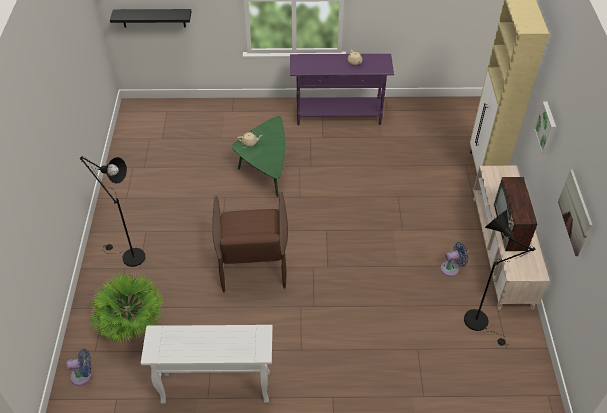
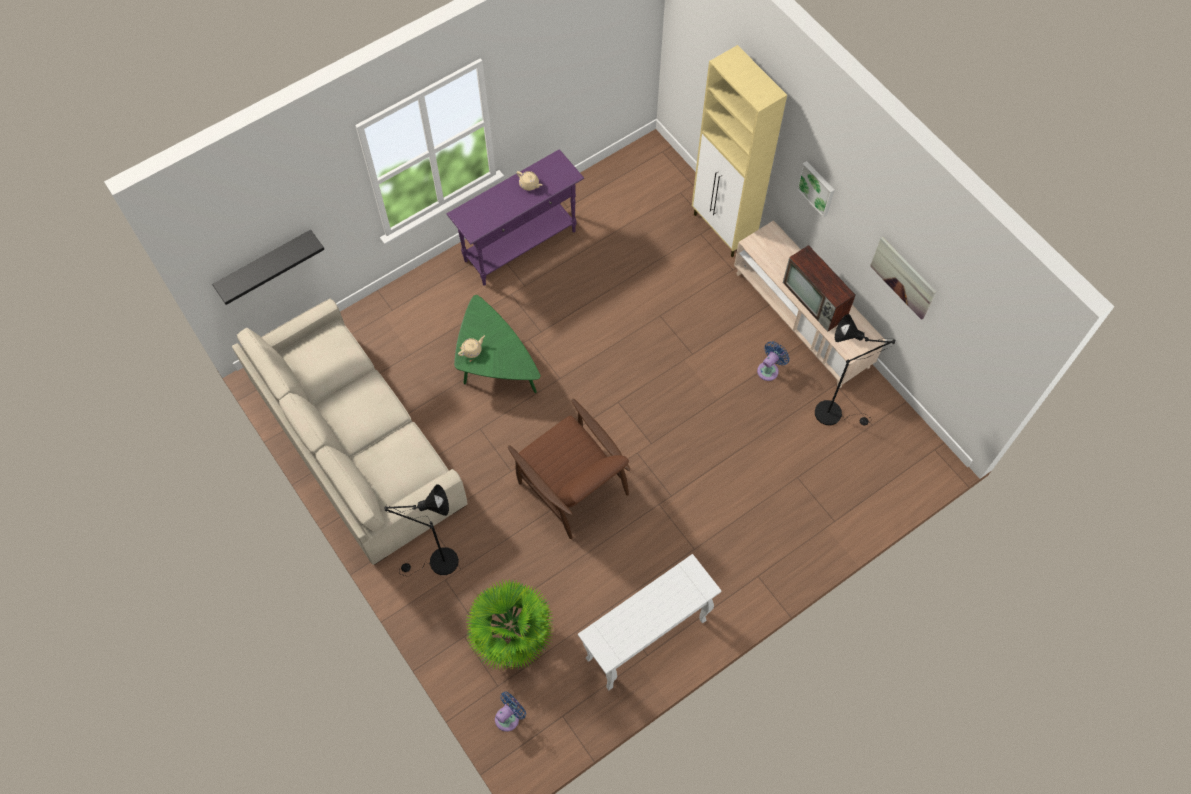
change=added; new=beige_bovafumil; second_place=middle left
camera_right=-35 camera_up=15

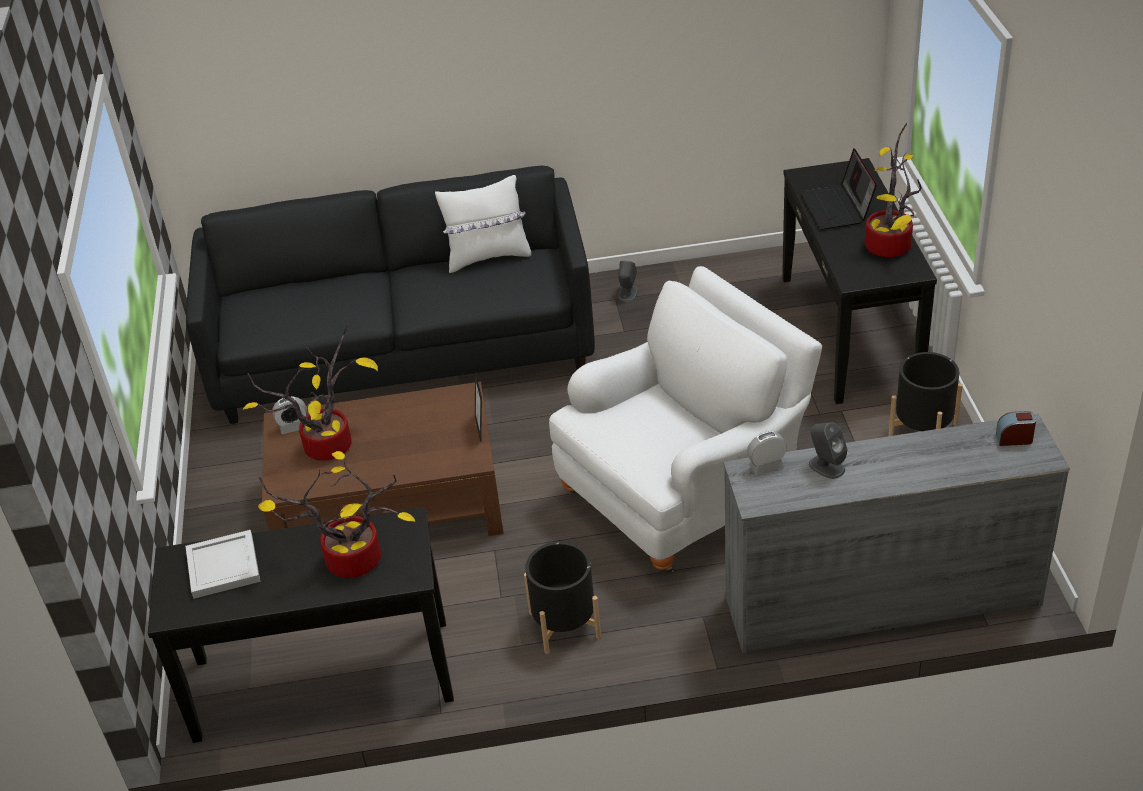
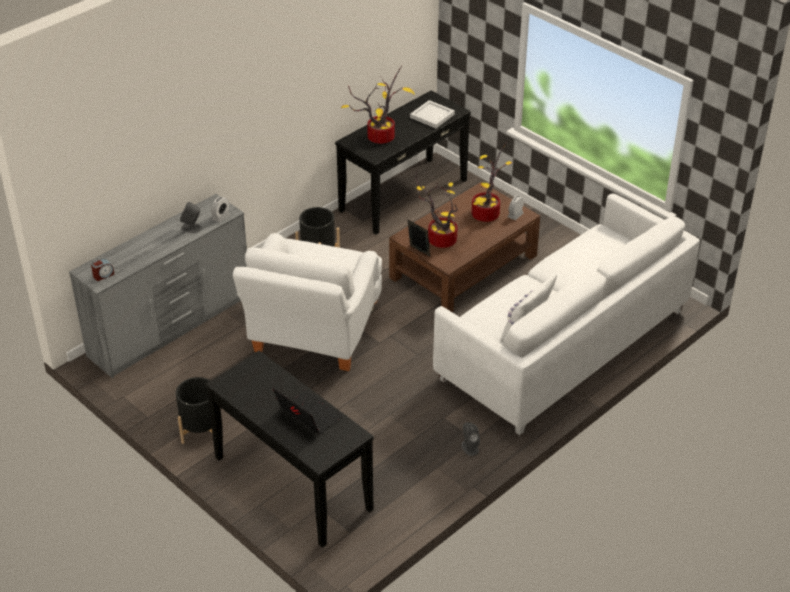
change=moved; old=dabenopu (3rd from left in the first image); new=dabenopu (2nd from left); first_place=top right; second_place=centre
change=recoloured; old=black_bovafumil; new=white_bovafumil; first_place=centre; second_place=middle right
camera_right=140 camera_up=0

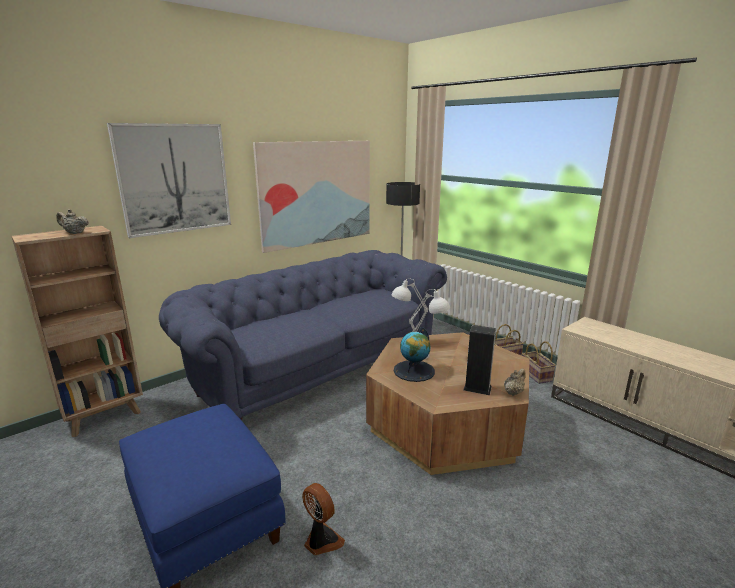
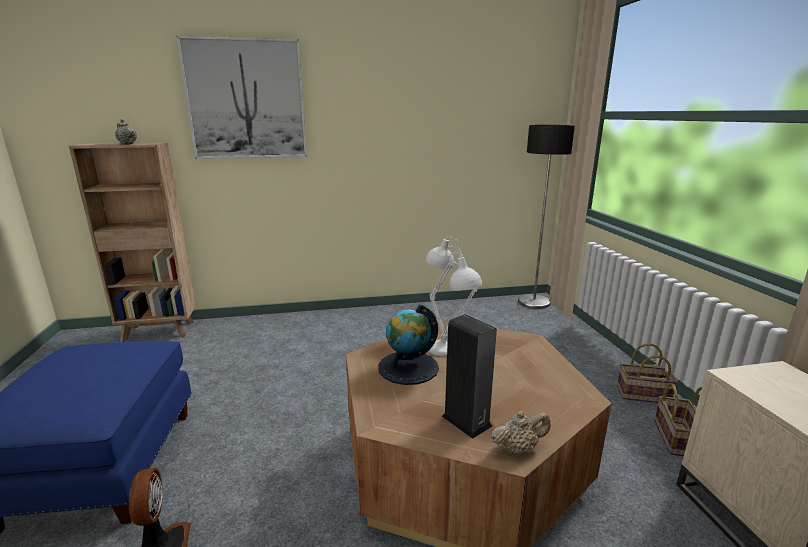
change=removed; old=blue_bovafumil; first_place=centre
change=removed; old=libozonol (2nd from left); first_place=centre
camera_right=30 camera_up=0

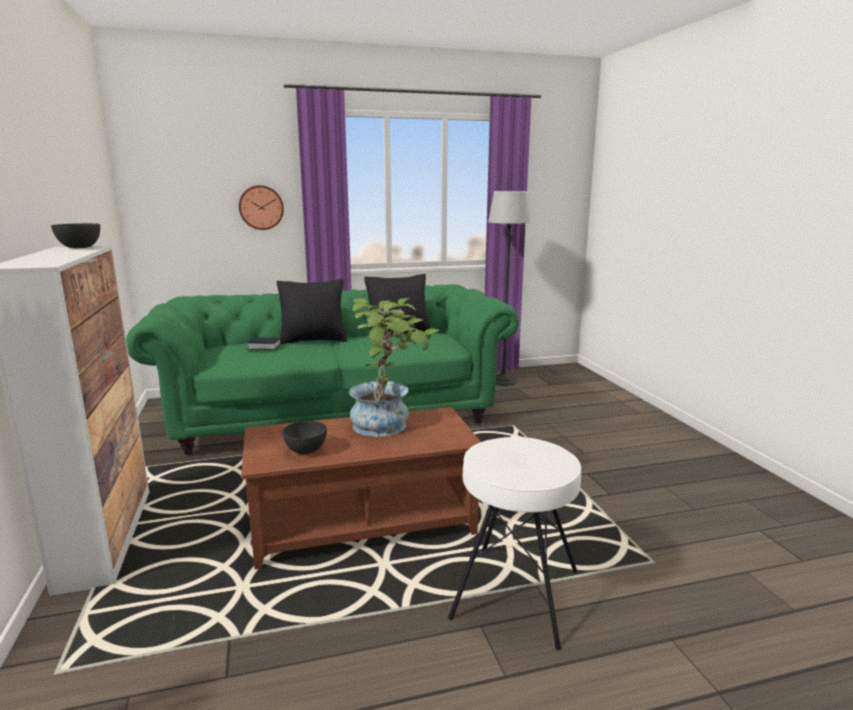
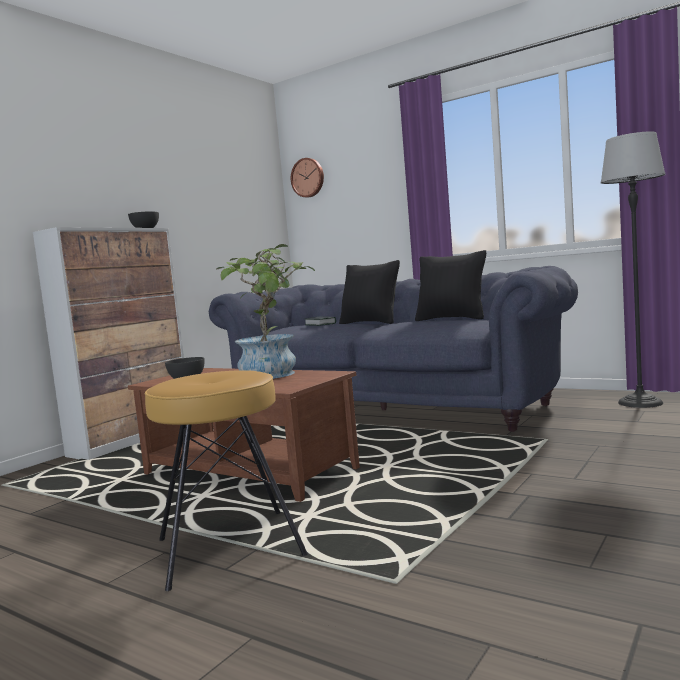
change=moved; old=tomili; first_place=top left; second_place=top centre
change=recoloured; old=green_bovafumil; new=blue_bovafumil; first_place=centre; second_place=centre
change=recoloured; old=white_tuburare; new=brown_tuburare; first_place=bottom centre; second_place=bottom left
camera_right=50 camera_up=-10

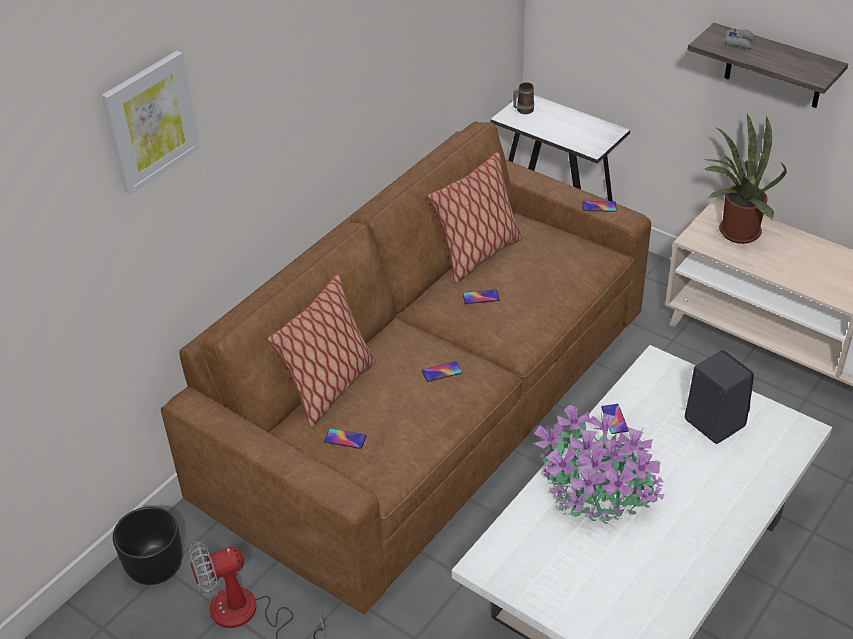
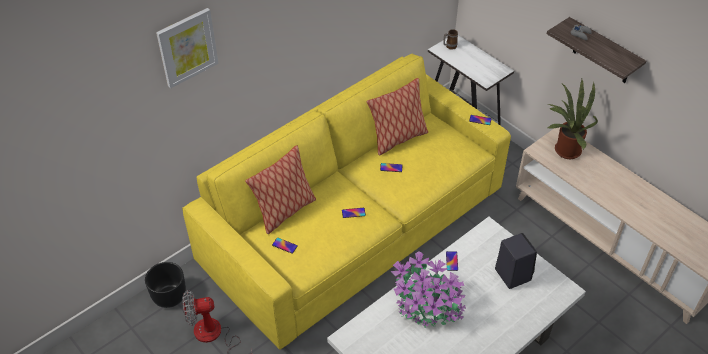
change=recoloured; old=brown_bovafumil; new=yellow_bovafumil; first_place=centre; second_place=centre
camera_right=10 camera_up=5

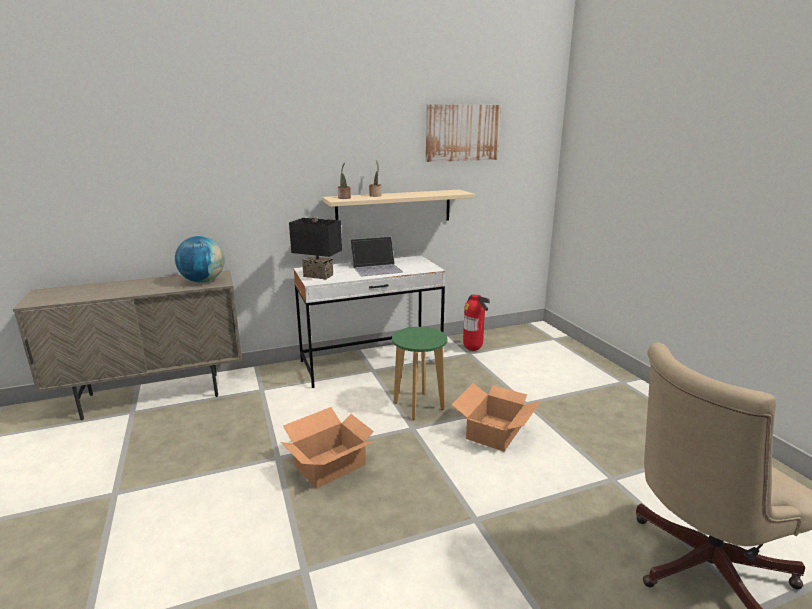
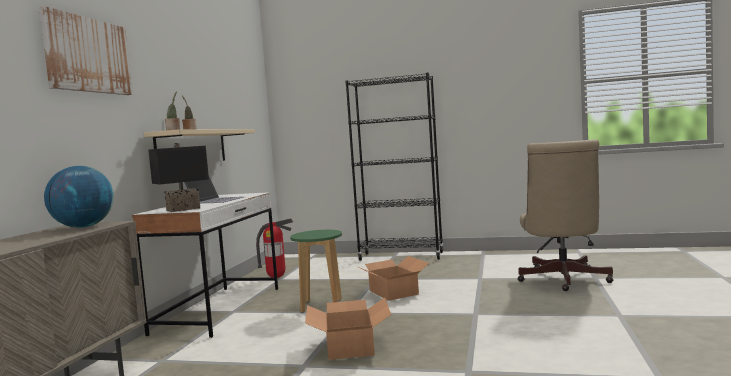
change=added; new=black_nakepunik; second_place=centre
change=moved; old=libozonol; first_place=top centre; second_place=top left
camera_right=-55 camera_up=-15

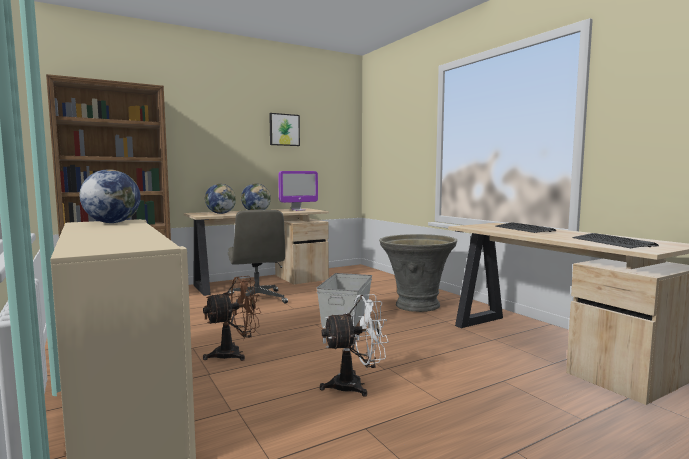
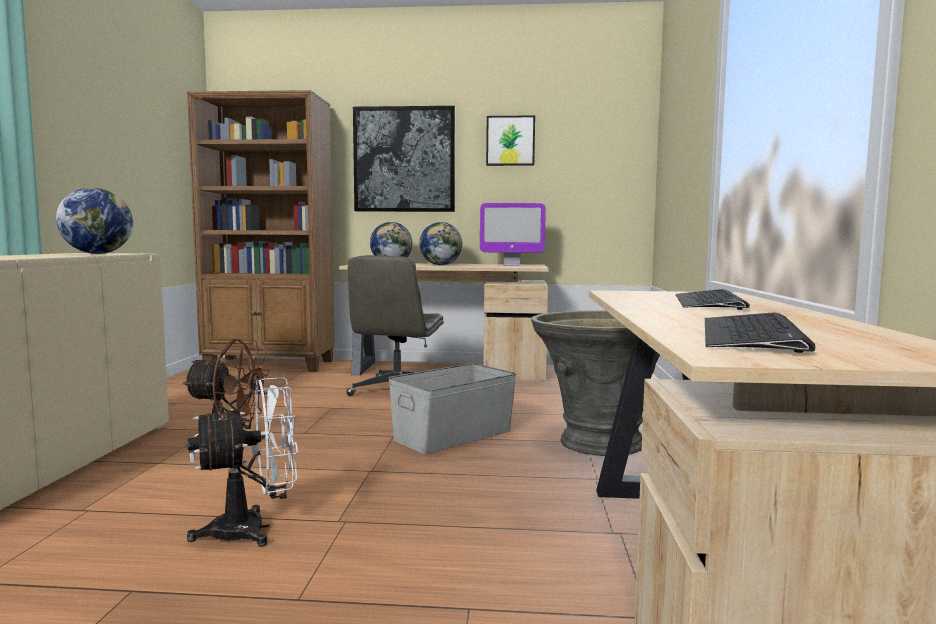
change=added; new=libozonol (1st from left); second_place=top centre
change=turned; old=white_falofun; first_place=bottom centre; second_place=bottom left; degrees=-45
camera_right=35 camera_up=0

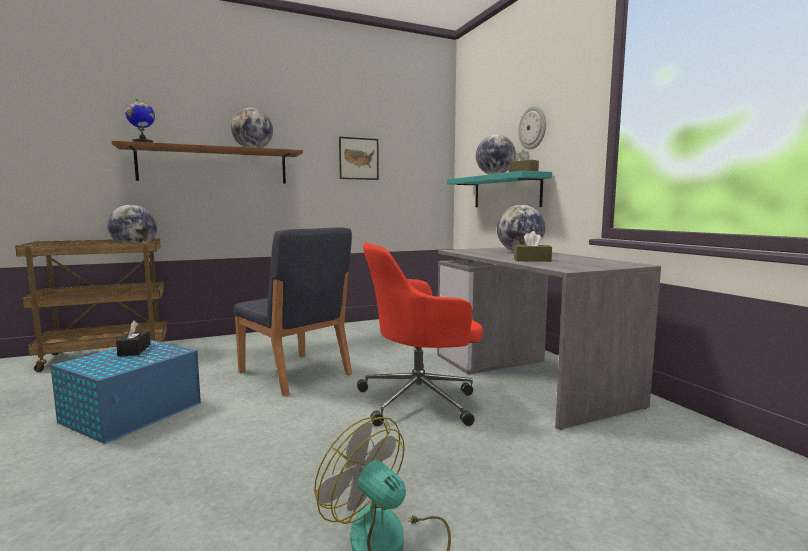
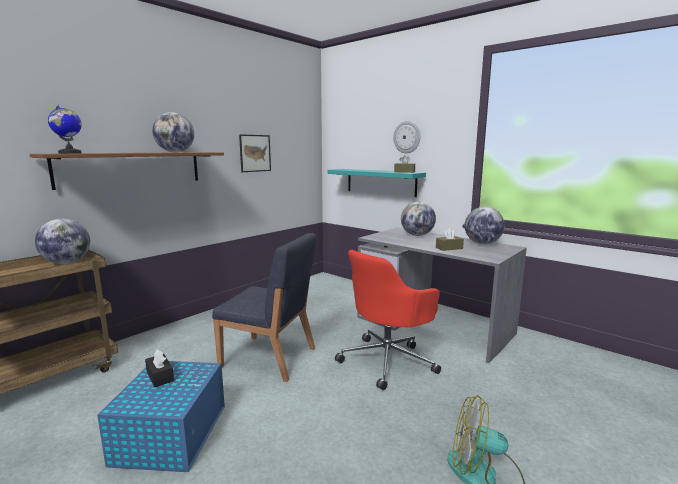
change=moved; old=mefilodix (4th from left in the first image); new=mefilodix (5th from left); first_place=top centre; second_place=middle right
camera_right=-25 camera_up=5

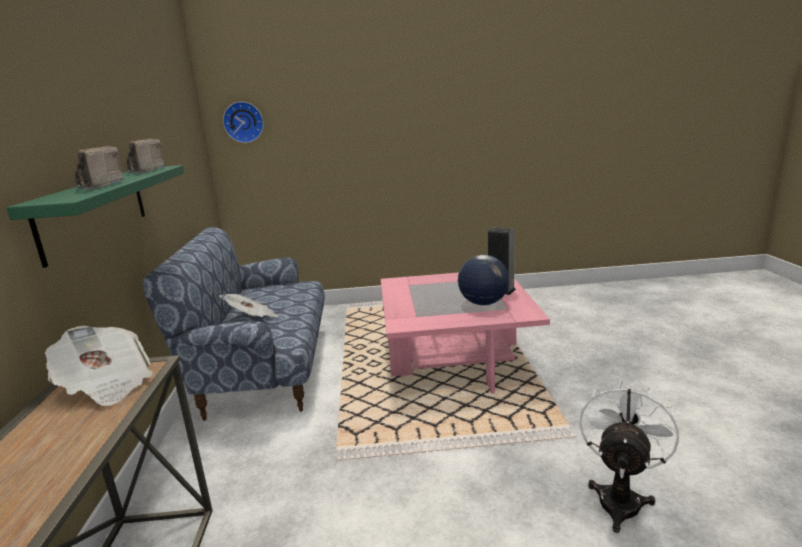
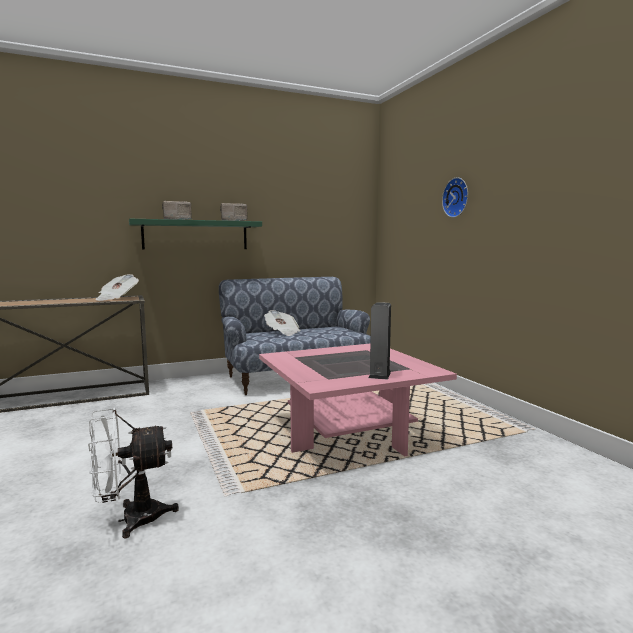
change=removed; old=mefilodix; first_place=centre
change=moved; old=tomili; first_place=top left; second_place=top right
change=turned; old=white_falofun; first_place=bottom right; second_place=bottom left; degrees=150
camera_right=70 camera_up=-10

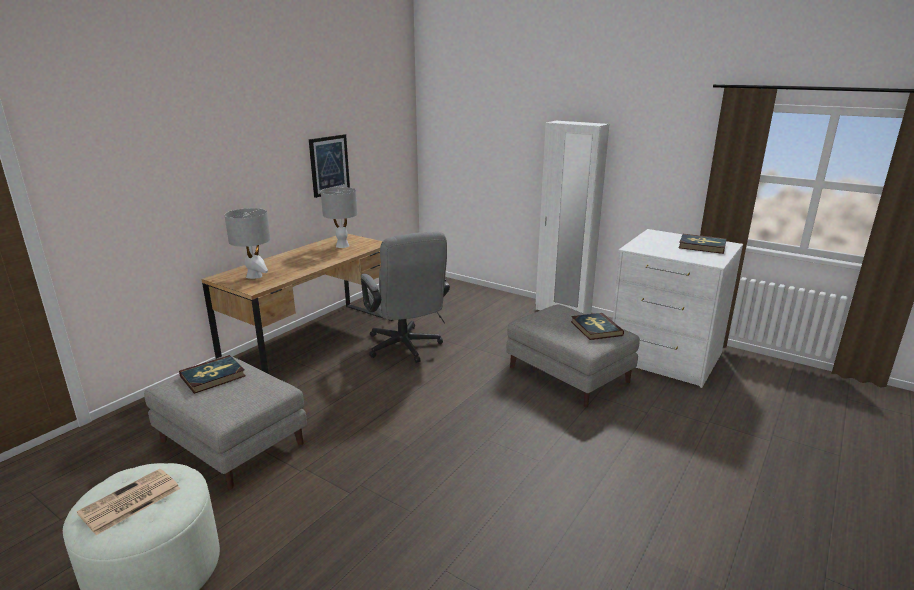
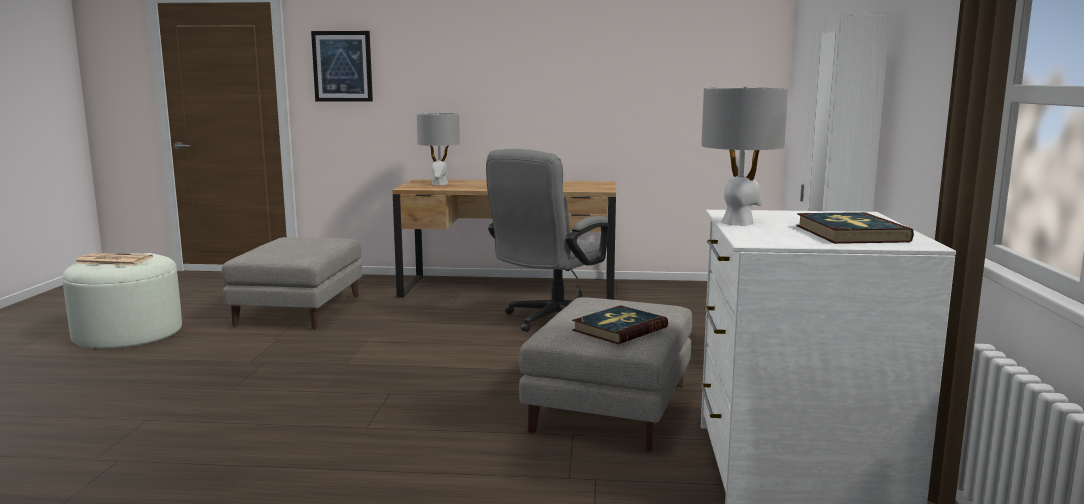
change=removed; old=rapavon (1st from left); first_place=middle left
change=moved; old=libozonol; first_place=top centre; second_place=top left
change=moved; old=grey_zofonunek (2nd from left); first_place=centre; second_place=top right
camera_right=60 camera_up=-10

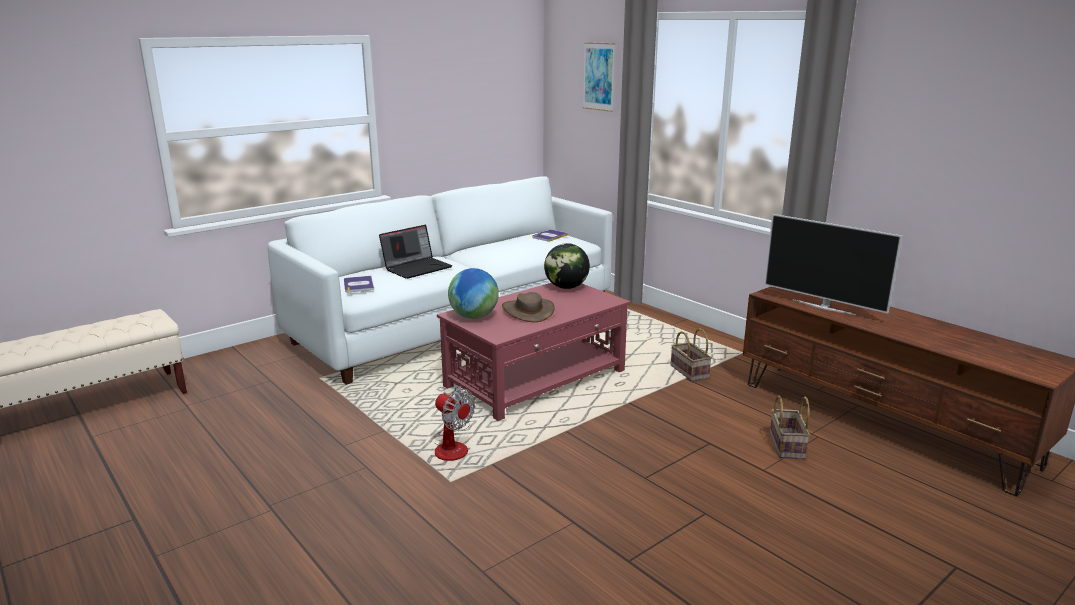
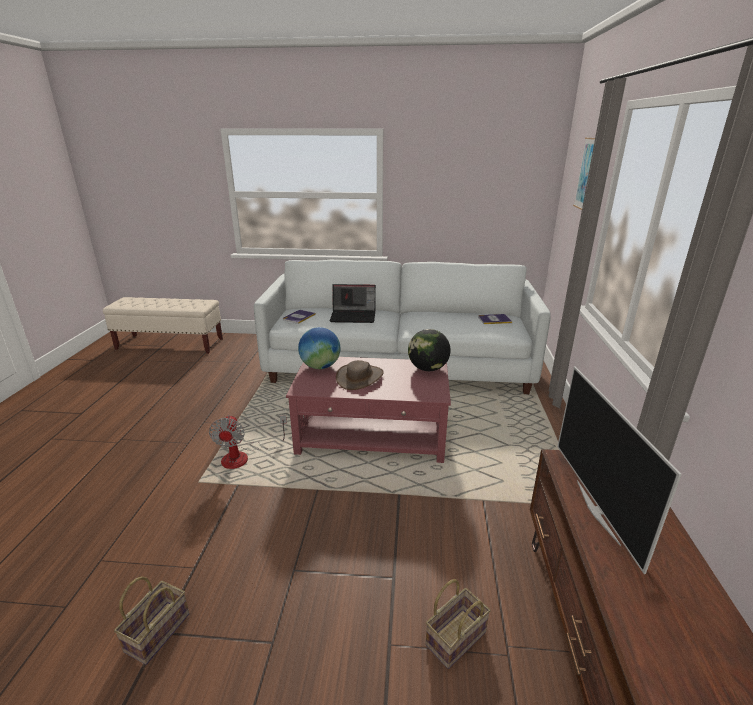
change=moved; old=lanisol (1st from left); first_place=centre; second_place=bottom left
camera_right=45 camera_up=5

